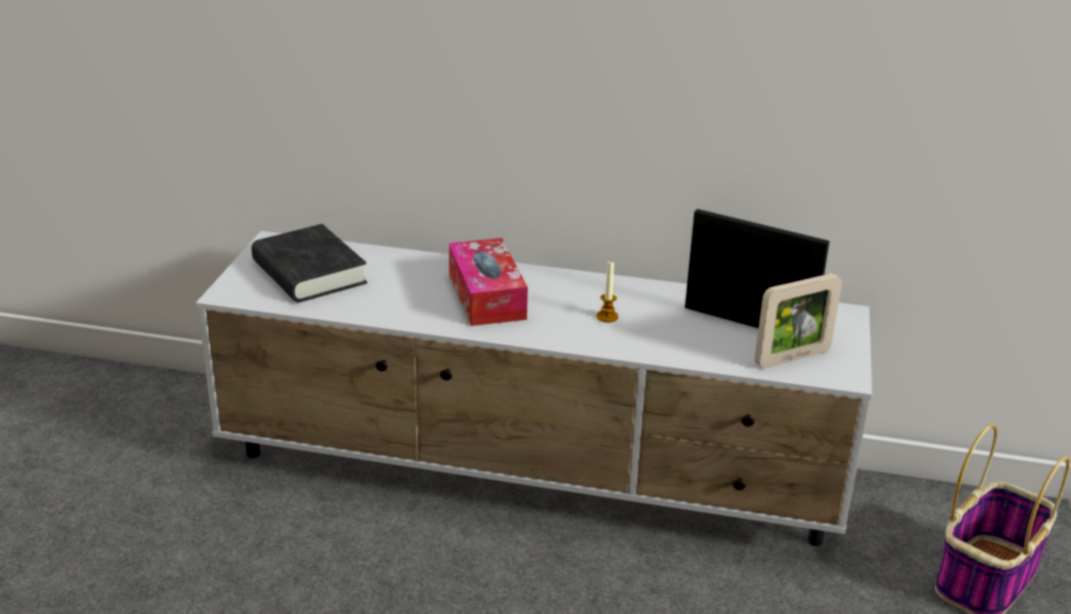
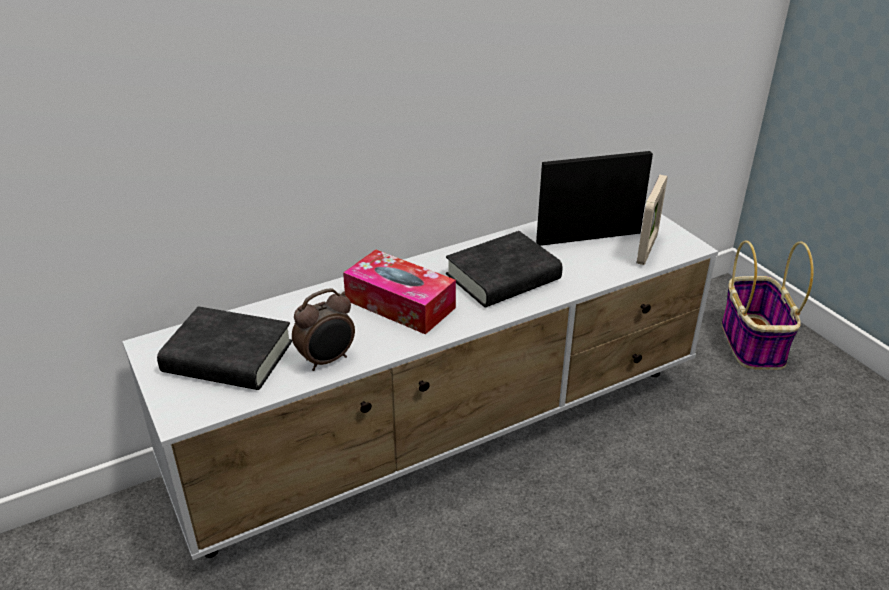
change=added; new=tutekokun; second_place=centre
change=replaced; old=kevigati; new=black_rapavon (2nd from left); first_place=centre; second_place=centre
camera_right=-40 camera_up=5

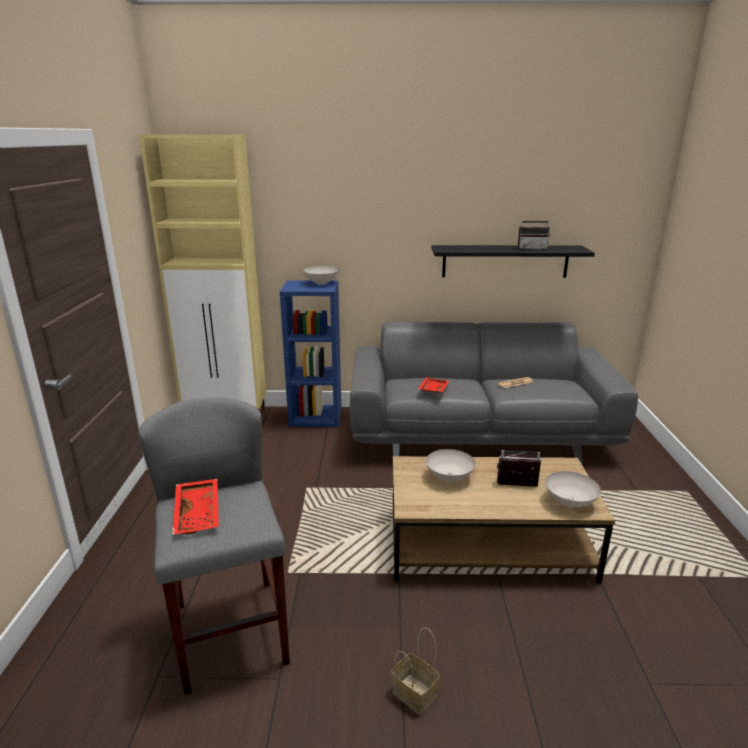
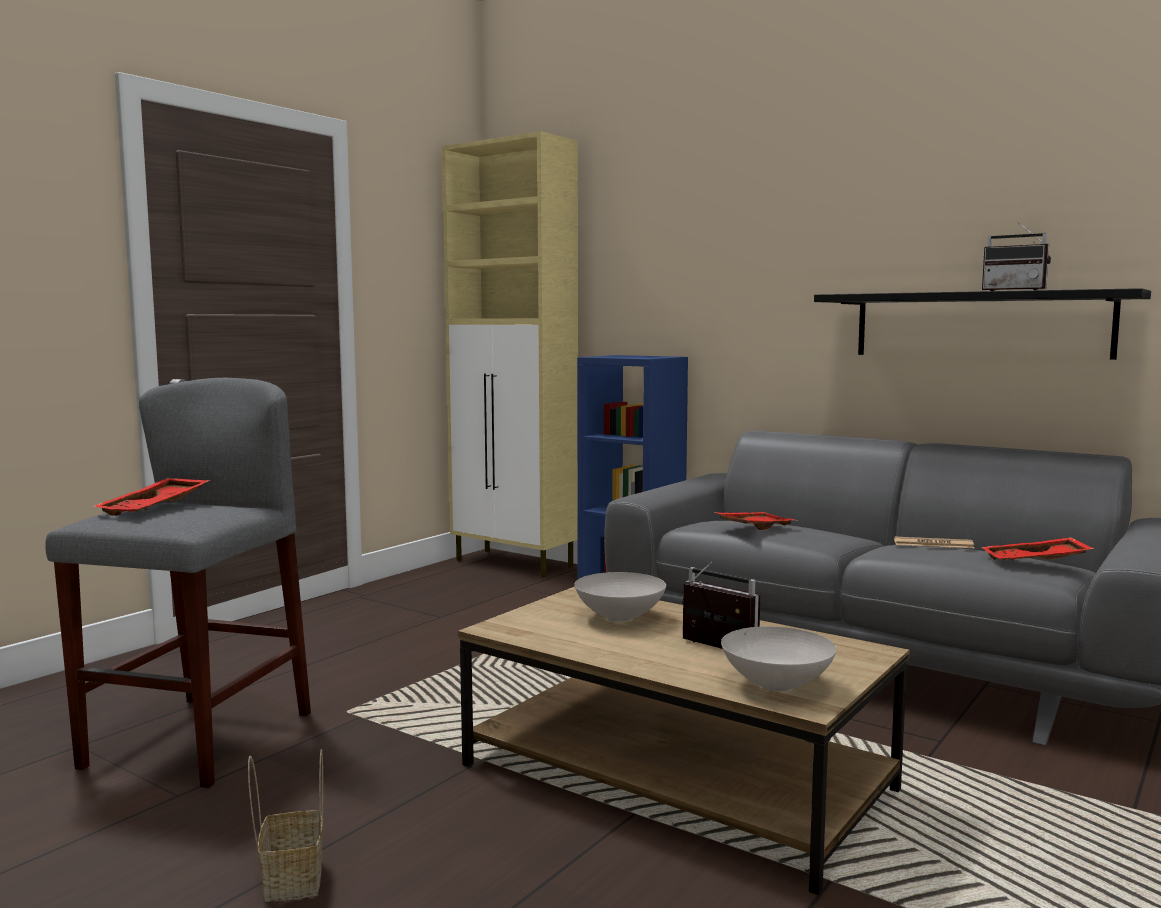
change=removed; old=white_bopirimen (1st from left); first_place=centre
change=added; new=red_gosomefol (3rd from left); second_place=middle right
camera_right=35 camera_up=-15

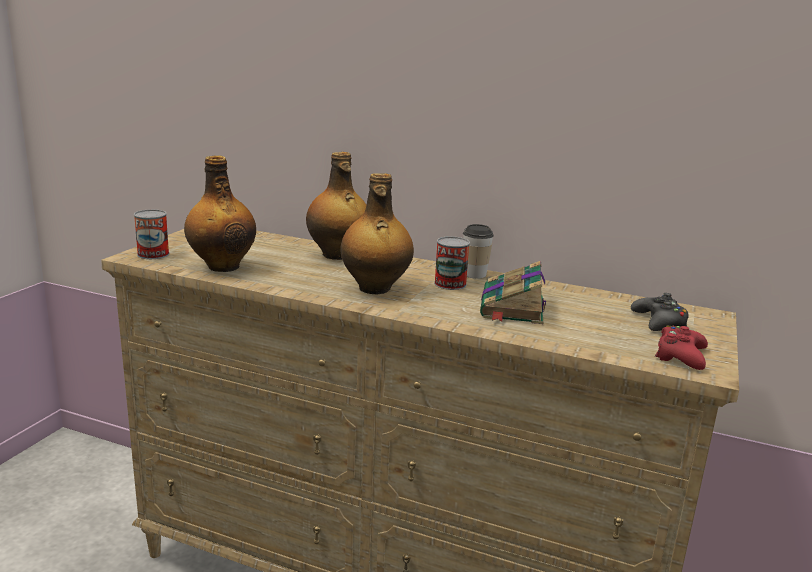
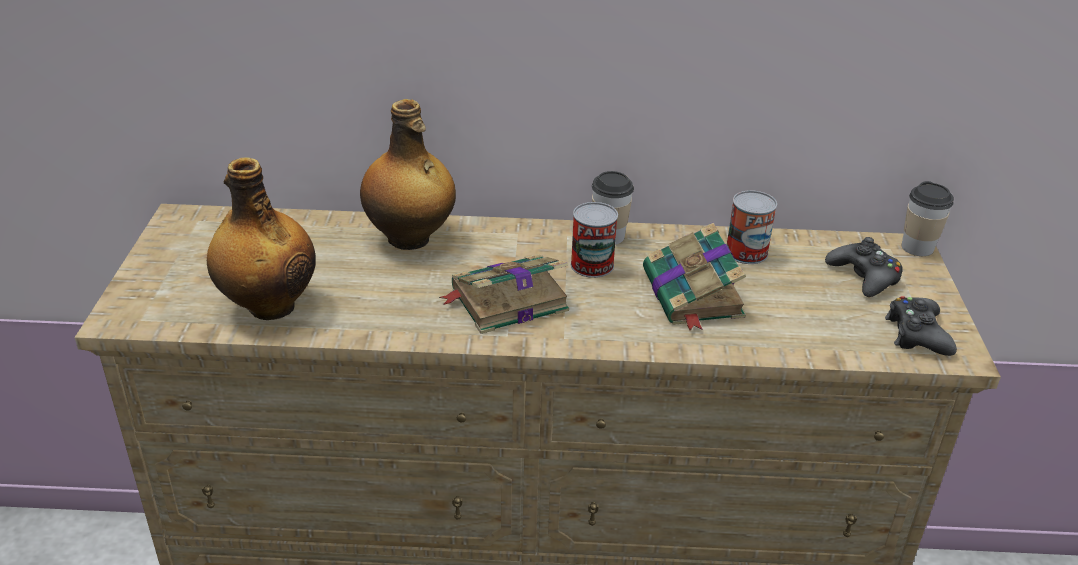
change=added; new=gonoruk (2nd from left); second_place=middle right
change=moved; old=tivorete (1st from left in the first image); new=tivorete (2nd from left); first_place=middle left; second_place=middle right
change=replaced; old=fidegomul (3rd from left); new=rapavon (1st from left); first_place=centre; second_place=centre
change=recoloured; old=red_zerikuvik; new=black_zerikuvik (2nd from left); first_place=middle right; second_place=middle right
camera_right=-20 camera_up=15

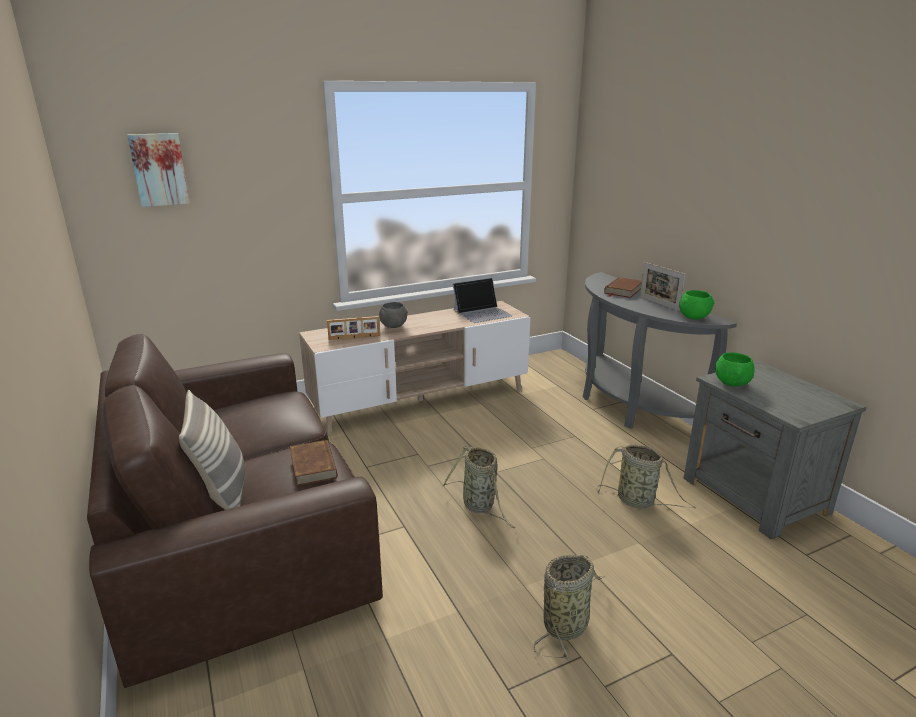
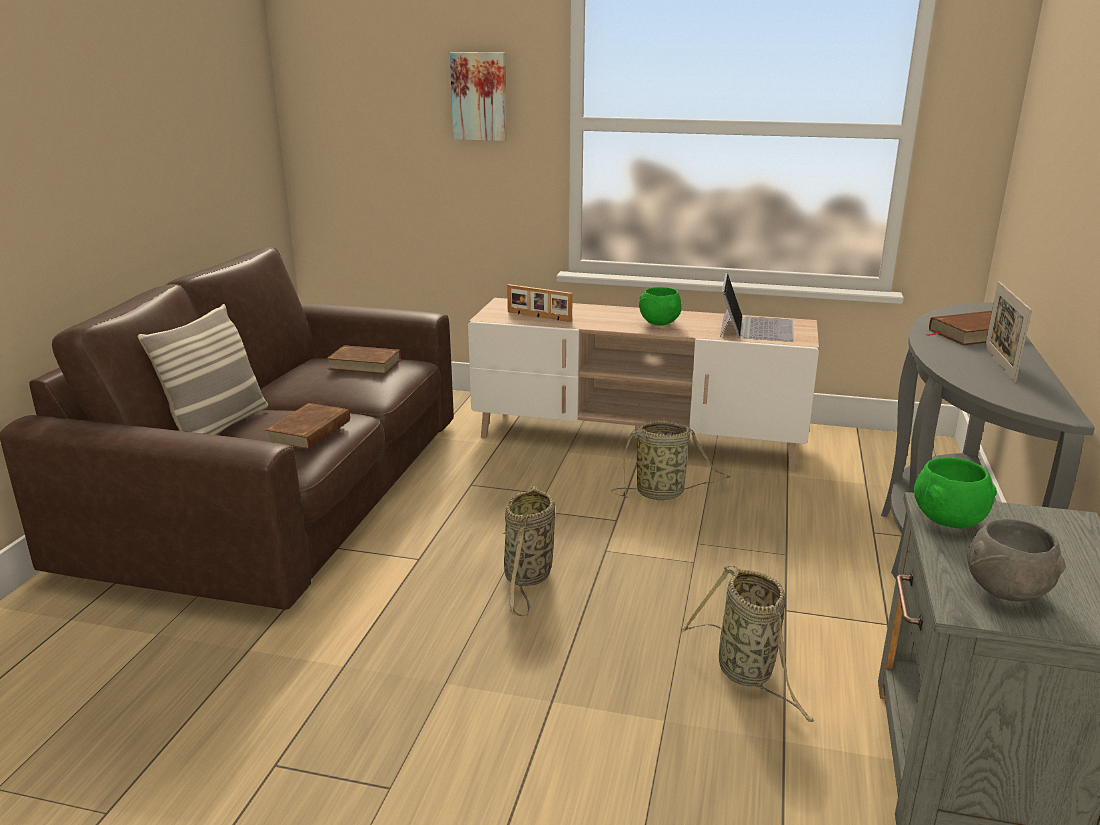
change=added; new=brown_rapavon (2nd from left); second_place=middle left
change=moved; old=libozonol; first_place=top left; second_place=top centre
change=moved; old=grey_bopirimen; first_place=centre; second_place=bottom right
change=moved; old=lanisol (2nd from left); first_place=bottom centre; second_place=centre
change=moved; old=green_bopirimen (1st from left); first_place=middle right; second_place=centre
change=turned; old=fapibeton; first_place=centre; second_place=middle right; degrees=-90
camera_right=40 camera_up=0

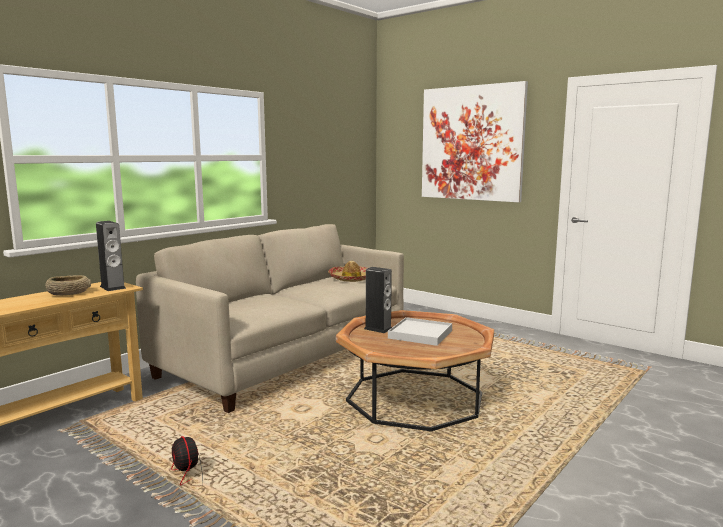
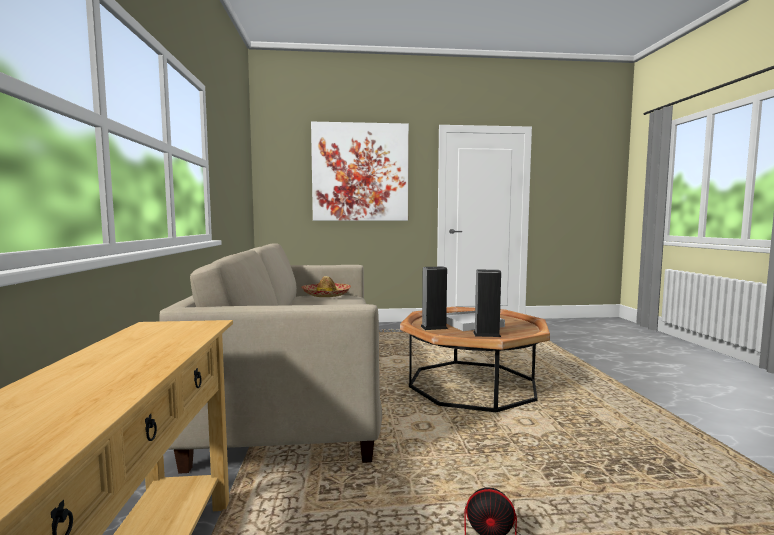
change=removed; old=beige_bopirimen; first_place=middle left
change=moved; old=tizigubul (1st from left in the first image); new=tizigubul (2nd from left); first_place=middle left; second_place=centre
camera_right=-45 camera_up=-5

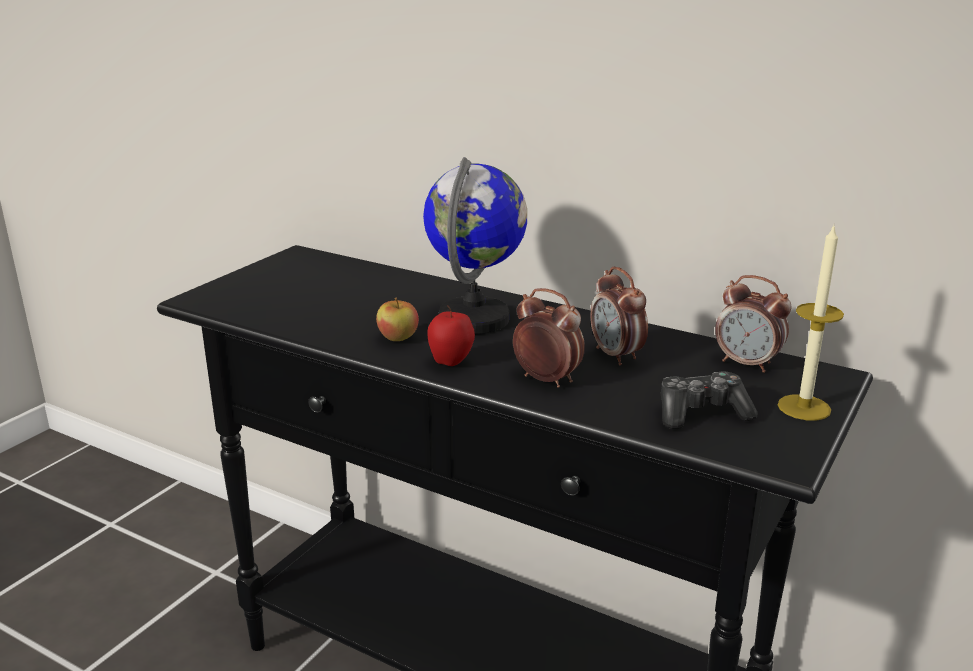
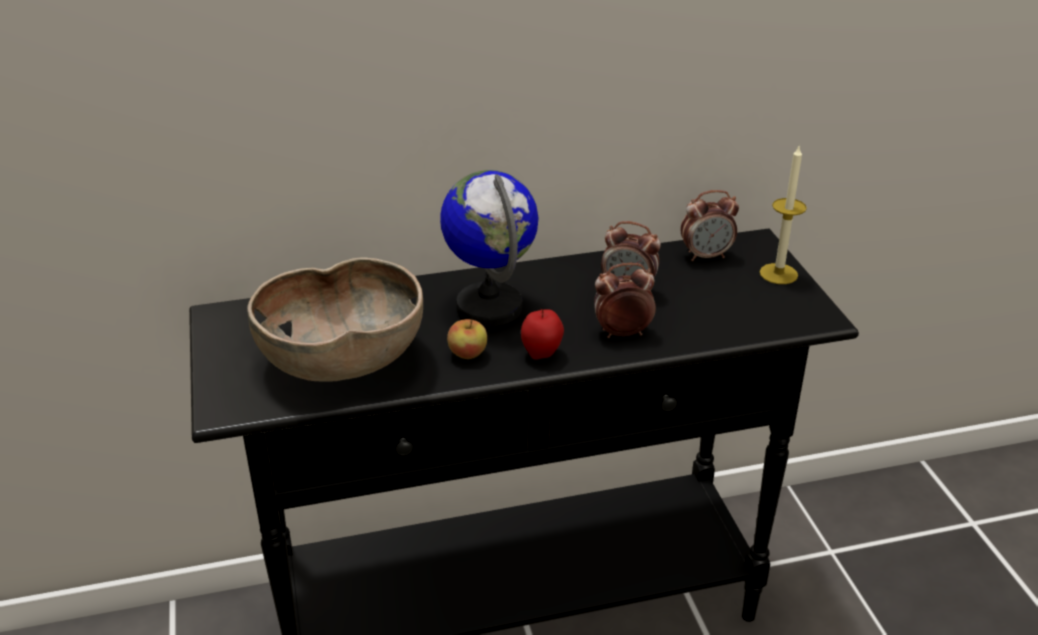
change=removed; old=zerikuvik; first_place=middle right
change=added; new=brown_bopirimen; second_place=middle left
camera_right=-45 camera_up=10

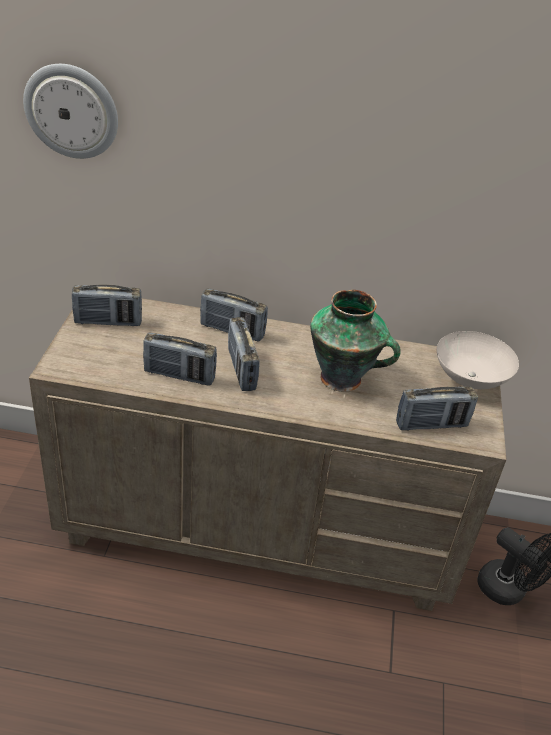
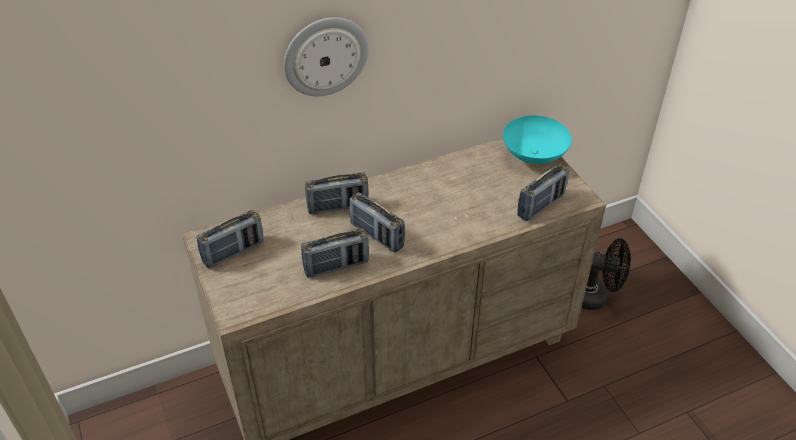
change=removed; old=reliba; first_place=centre
change=moved; old=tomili; first_place=top left; second_place=top centre
change=recoloured; old=white_bopirimen; new=turquoise_bopirimen; first_place=middle right; second_place=top right
camera_right=-30 camera_up=5

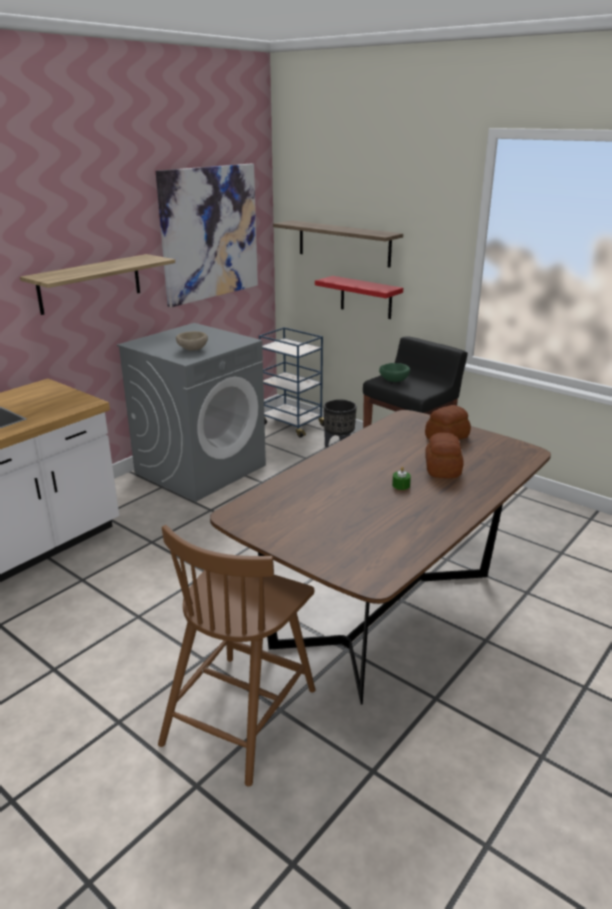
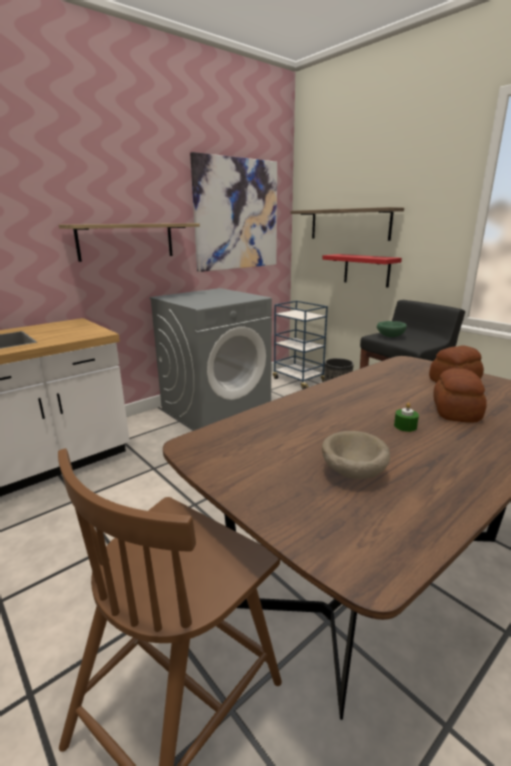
change=moved; old=beige_bopirimen; first_place=middle left; second_place=middle right
camera_right=10 camera_up=-5

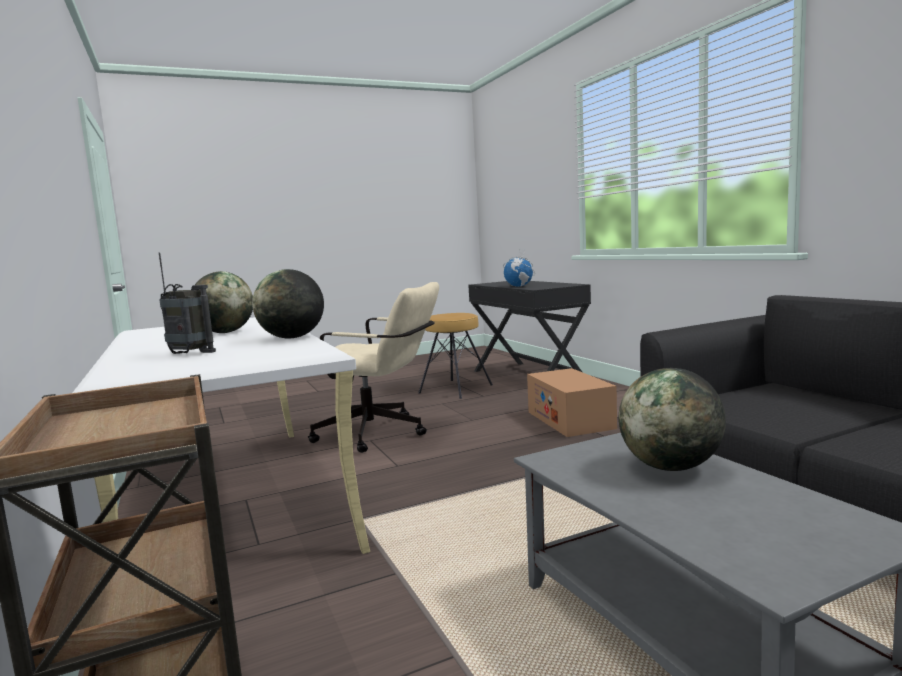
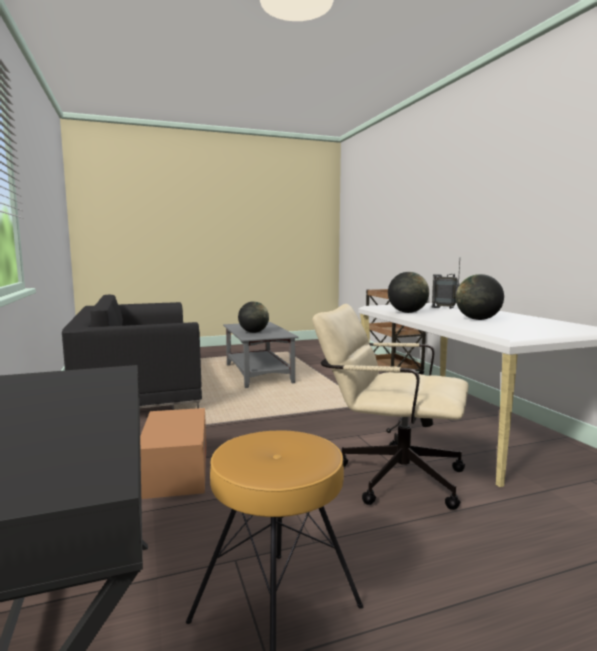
change=removed; old=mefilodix (3rd from left); first_place=centre
camera_right=-175 camera_up=0

